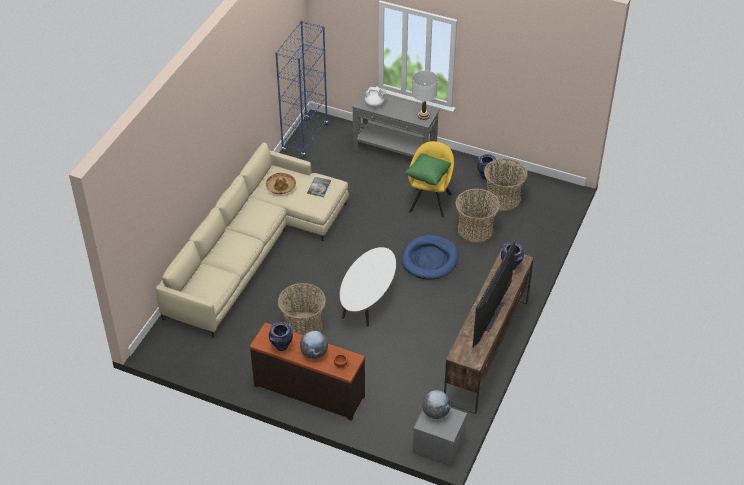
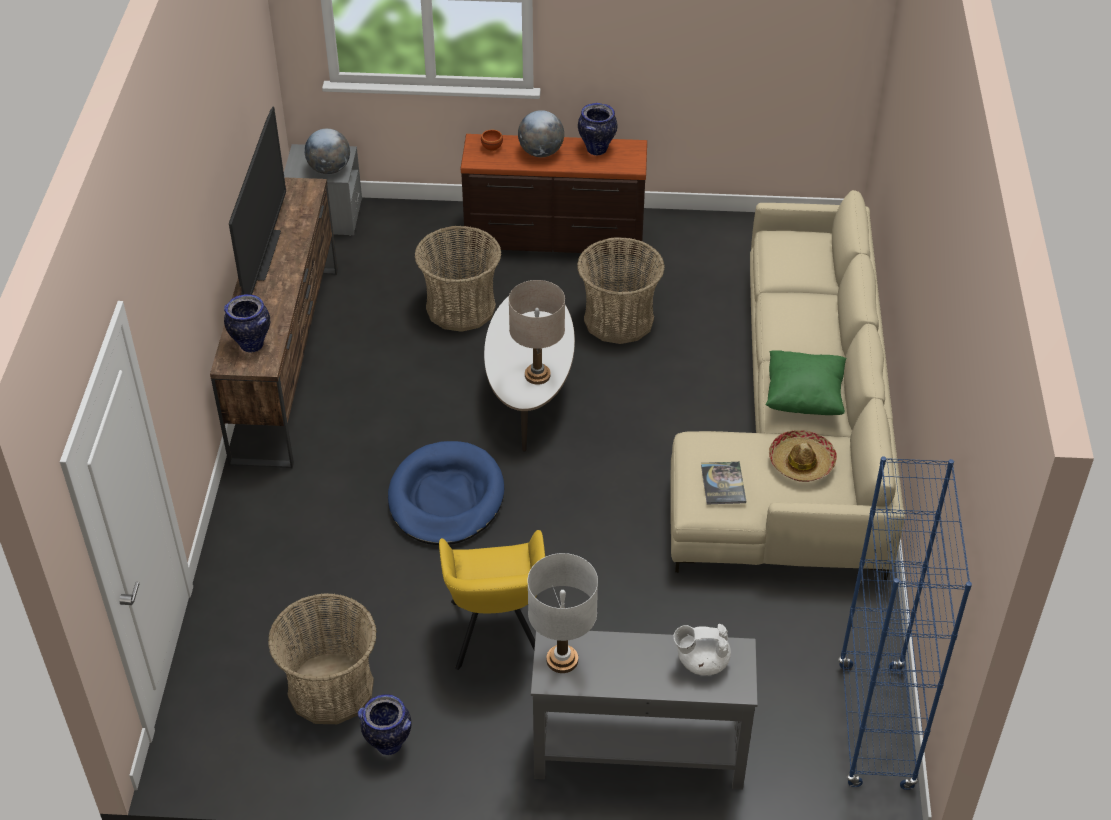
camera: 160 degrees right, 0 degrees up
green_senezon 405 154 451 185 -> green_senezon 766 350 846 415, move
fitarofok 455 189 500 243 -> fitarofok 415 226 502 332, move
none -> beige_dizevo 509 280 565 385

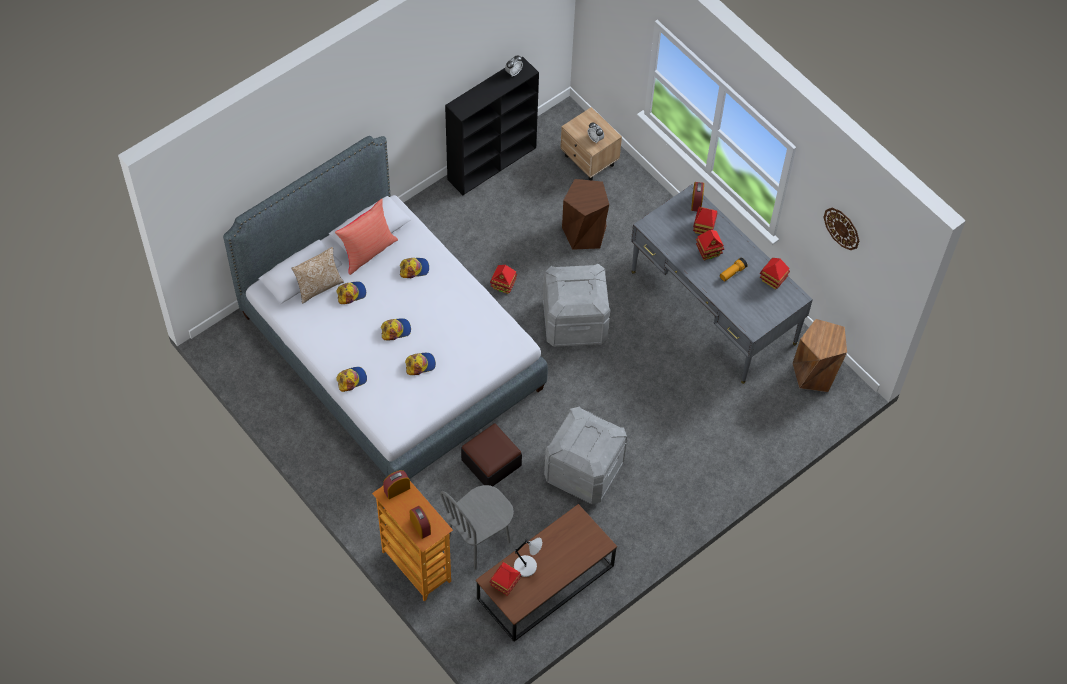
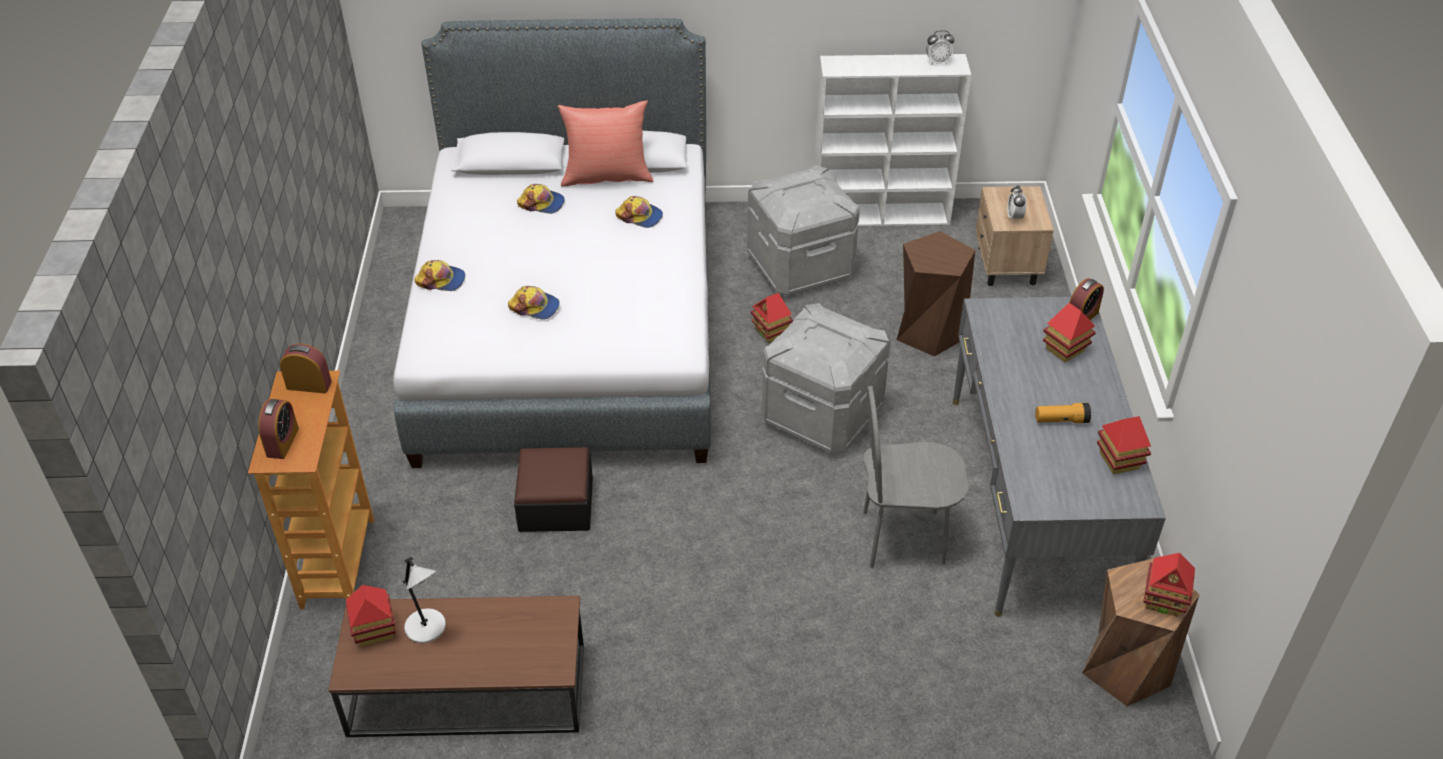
camera: 40 degrees right, 15 degrees down
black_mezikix 445 57 539 195 -> white_mezikix 814 54 971 226
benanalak 823 208 859 250 -> none
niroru 696 230 724 260 -> niroru 1143 553 1195 617, move
senezon 291 247 344 303 -> none
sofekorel 381 318 411 340 -> none
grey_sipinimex 544 407 627 504 -> grey_sipinimex 747 166 860 296, move
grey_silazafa 440 485 514 570 -> grey_silazafa 863 386 969 568, move

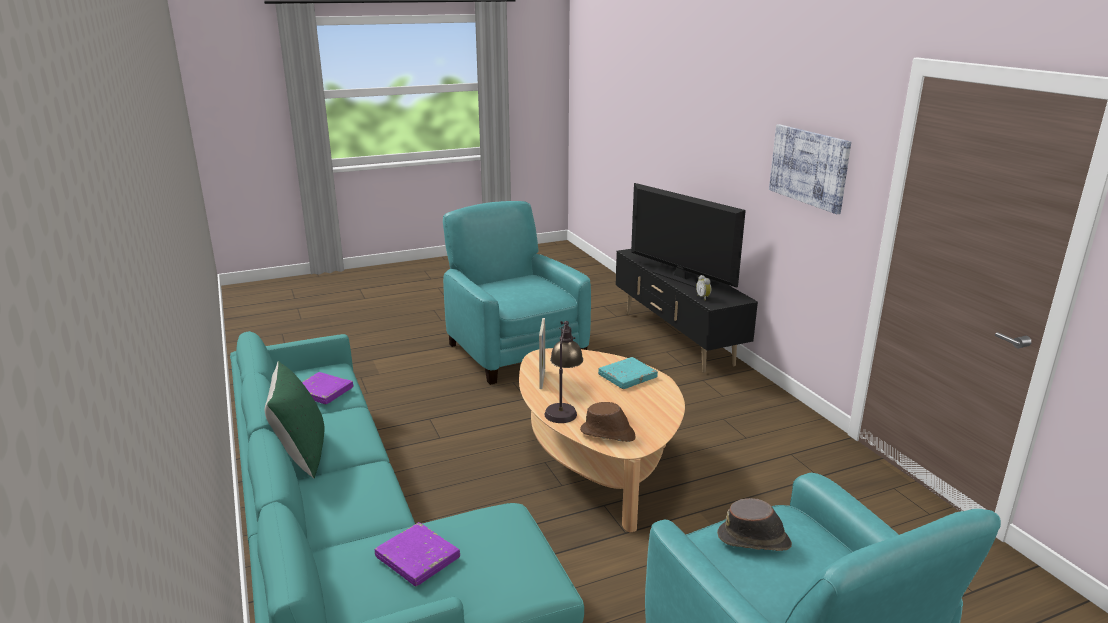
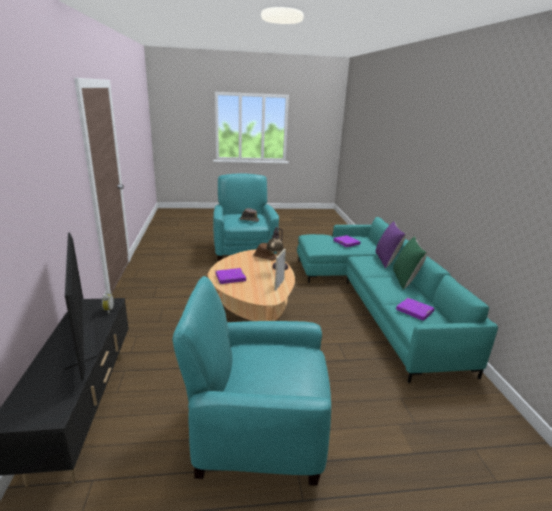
camera: 165 degrees left, 0 degrees up
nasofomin 769 124 851 214 -> none
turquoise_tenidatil 443 201 591 385 -> turquoise_tenidatil 172 276 331 486, 105 degrees clockwise
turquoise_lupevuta 598 357 658 389 -> purple_lupevuta 216 268 246 284
none -> purple_senezon 376 221 406 269

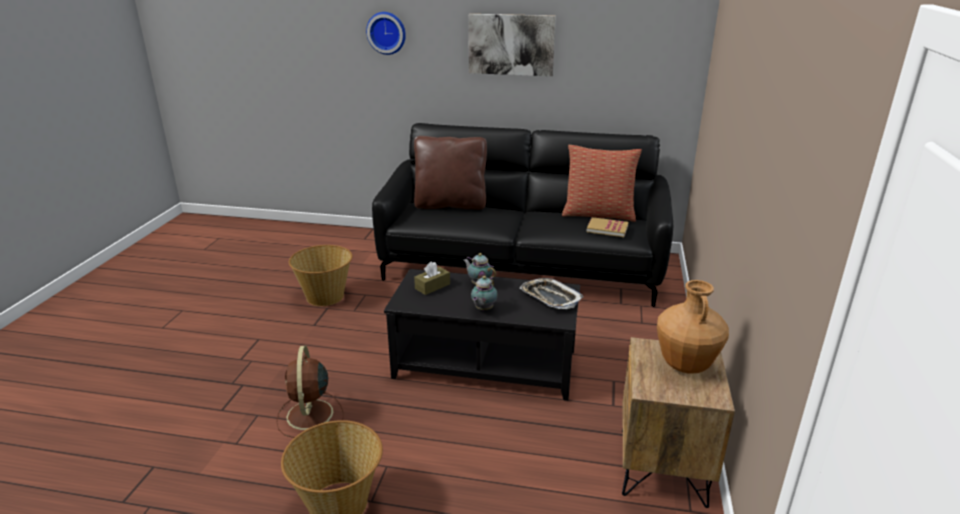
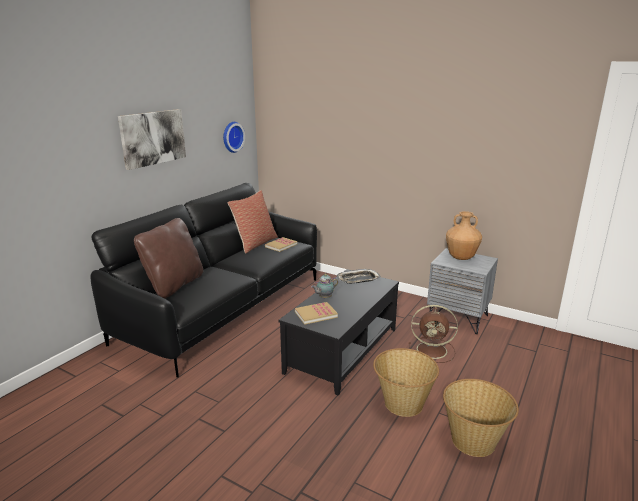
camera: 70 degrees left, 5 degrees down
benanalak 366 12 406 55 -> benanalak 223 122 245 153, move
fitarofok 289 245 353 306 -> fitarofok 373 348 439 417, move
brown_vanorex 414 261 450 295 -> lupevuta 295 302 338 325
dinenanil 471 276 498 311 -> none
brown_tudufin 622 337 735 508 -> grey_tudufin 427 248 498 334
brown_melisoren 276 346 344 438 -> brown_melisoren 409 305 458 363, move

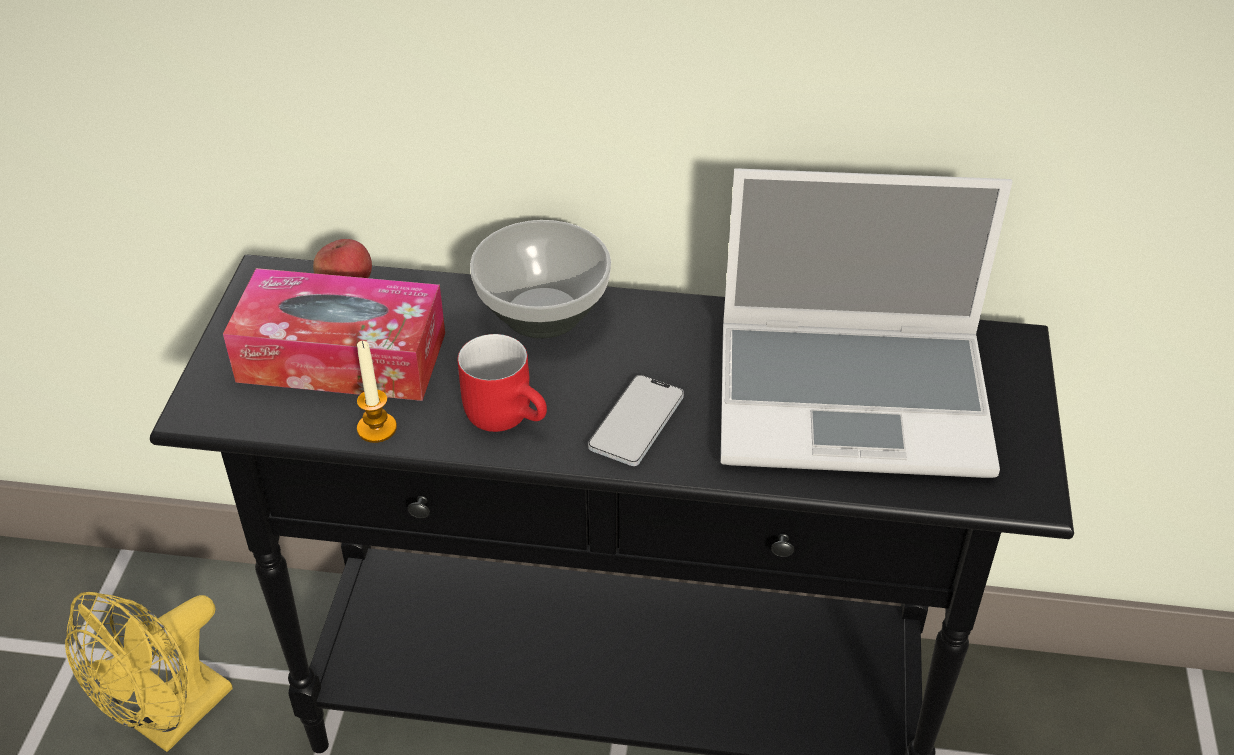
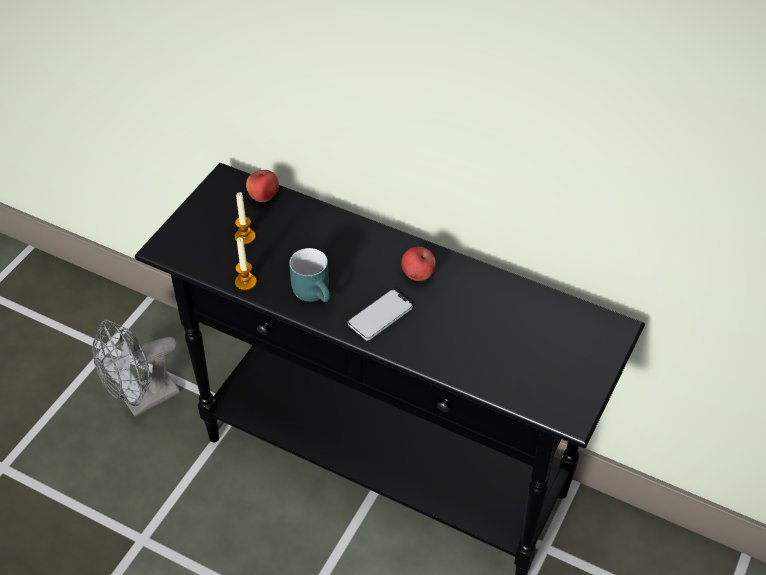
camera: 20 degrees right, 5 degrees up
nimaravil 721 168 1013 478 -> none
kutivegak 470 220 611 338 -> none
vanorex 223 268 445 401 -> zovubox 235 192 256 245
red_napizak 458 334 547 432 -> turquoise_napizak 289 248 330 302
yellow_melisoren 65 592 233 752 -> grey_melisoren 92 319 180 417
none -> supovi 401 247 436 281

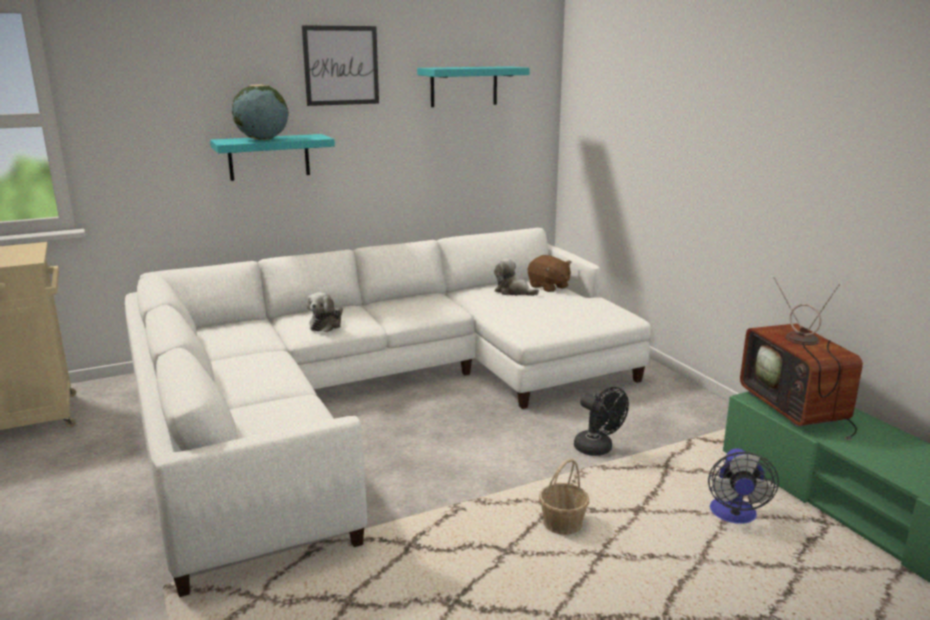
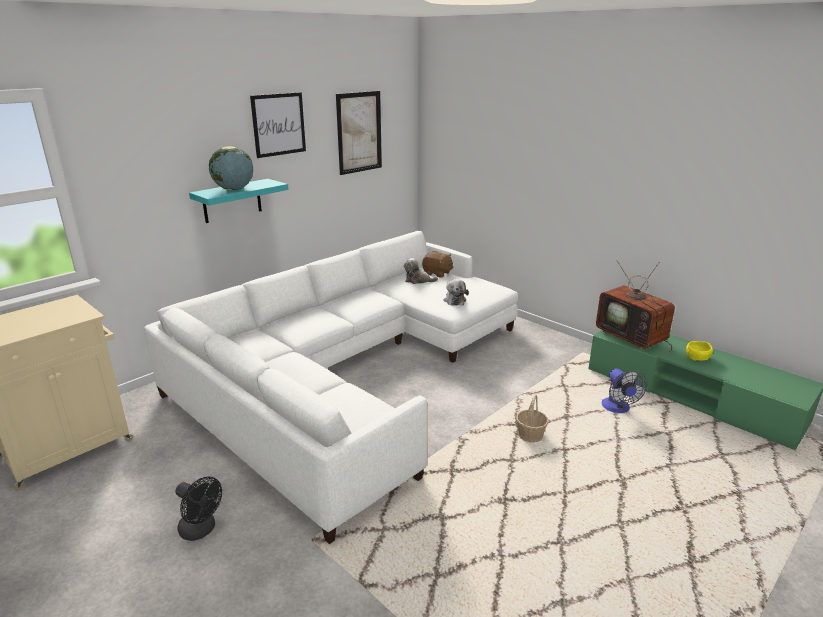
camera: 20 degrees left, 5 degrees up
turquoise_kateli 417 66 530 107 -> nasofomin 336 91 382 175
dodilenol 306 292 343 332 -> dodilenol 443 279 469 306, move
black_melisoren 574 387 629 456 -> black_melisoren 176 476 222 541, move
none -> yellow_kutivegak 686 341 713 361

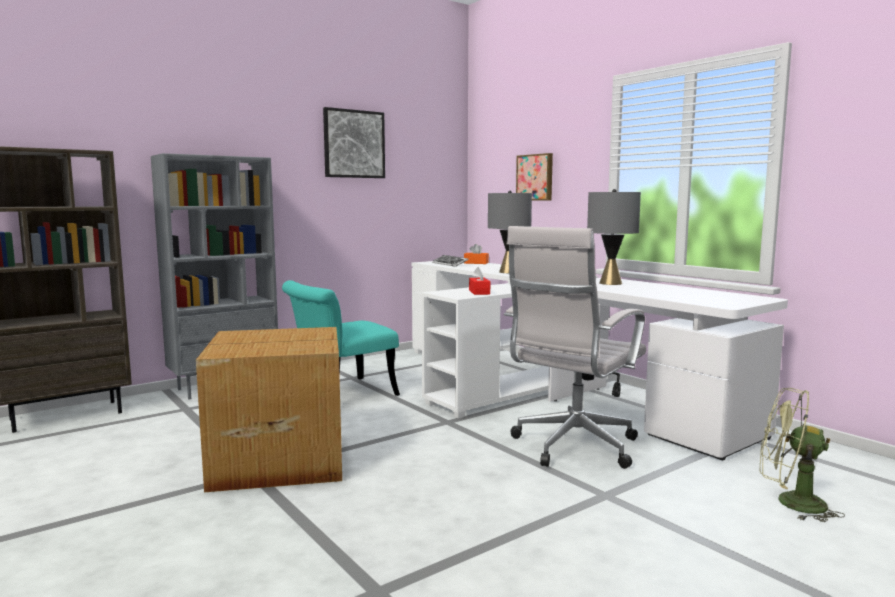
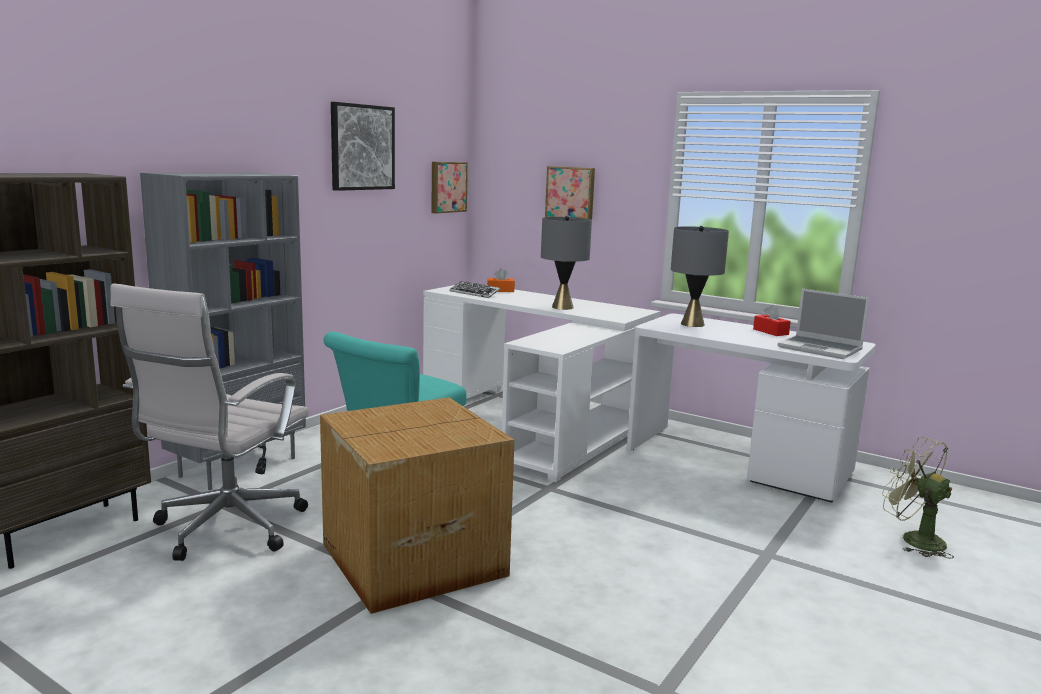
camera: 20 degrees left, 5 degrees up
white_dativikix 504 226 646 469 -> white_dativikix 110 284 309 561, move
red_vanorex 469 267 490 295 -> red_vanorex 753 305 791 336, move
green_melisoren 760 388 845 522 -> green_melisoren 882 437 954 559, 45 degrees clockwise
none -> nasofomin 431 162 468 214
none -> nimaravil 778 289 869 359

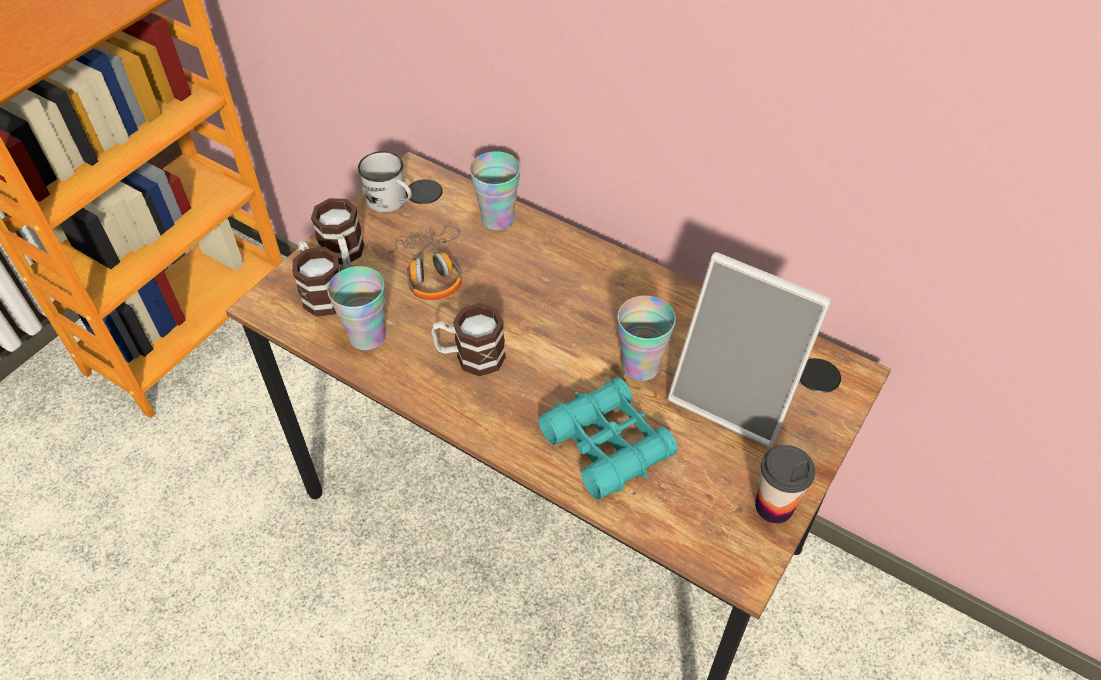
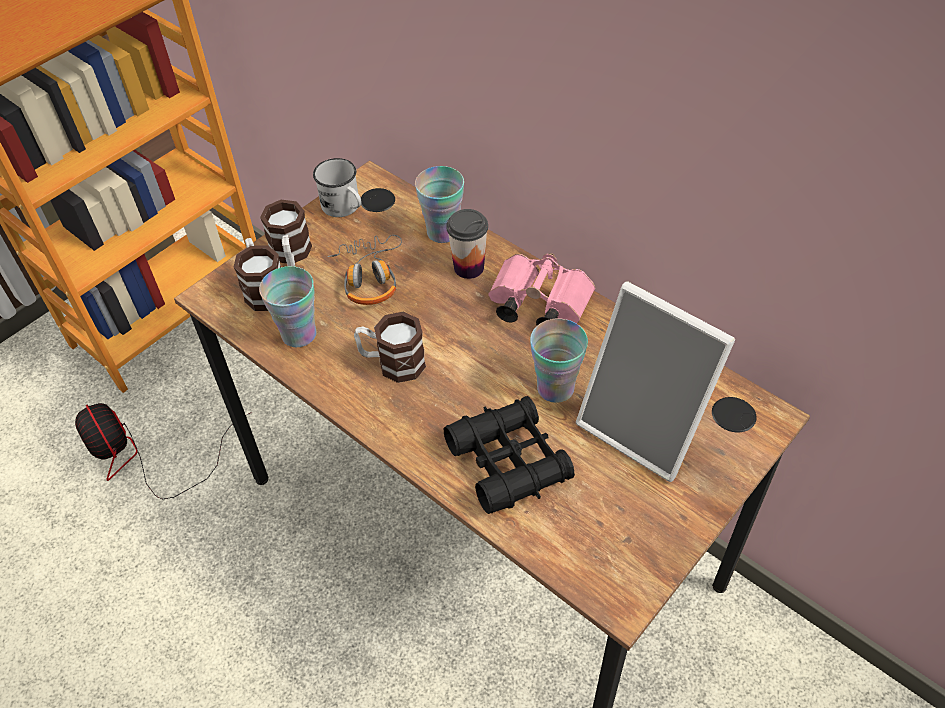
camera: 10 degrees right, 0 degrees up
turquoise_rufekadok 539 377 678 499 -> black_rufekadok 444 396 575 514
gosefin 755 445 815 524 -> gosefin 446 209 488 279, move
none -> pink_rufekadok 488 253 595 325
none -> melisoren 75 403 251 499

